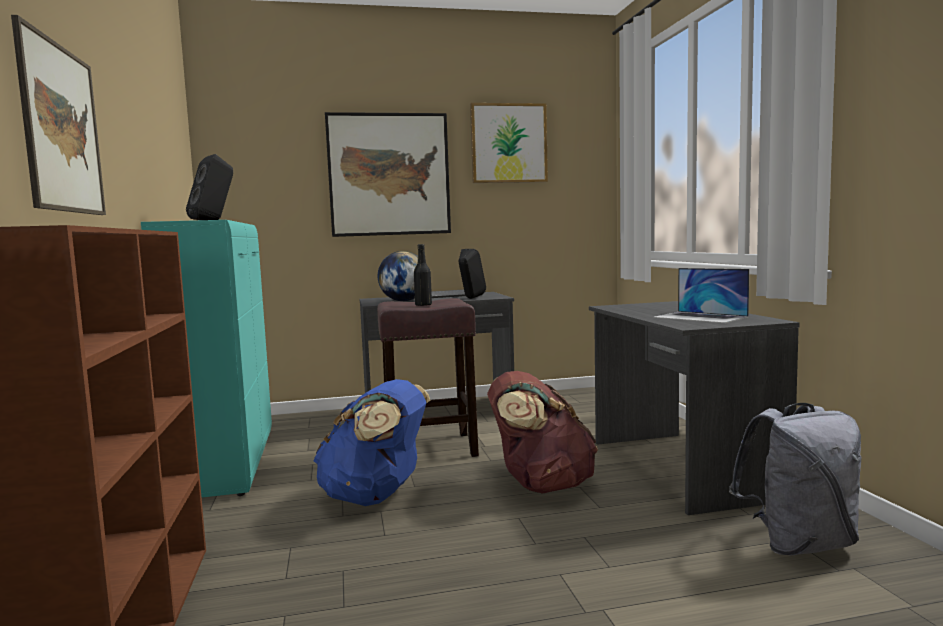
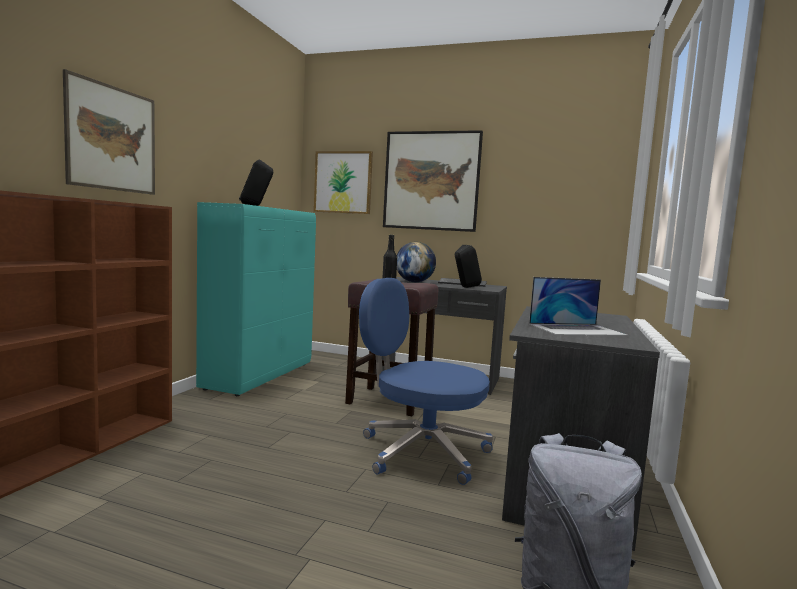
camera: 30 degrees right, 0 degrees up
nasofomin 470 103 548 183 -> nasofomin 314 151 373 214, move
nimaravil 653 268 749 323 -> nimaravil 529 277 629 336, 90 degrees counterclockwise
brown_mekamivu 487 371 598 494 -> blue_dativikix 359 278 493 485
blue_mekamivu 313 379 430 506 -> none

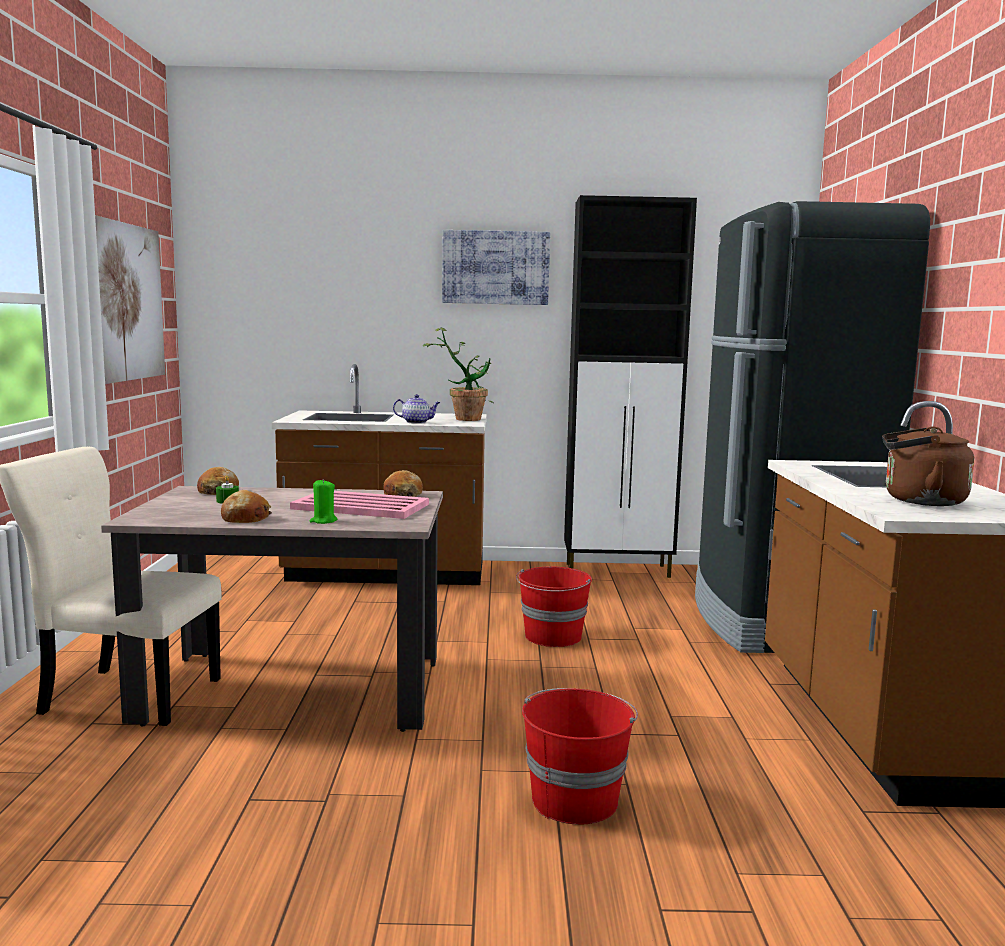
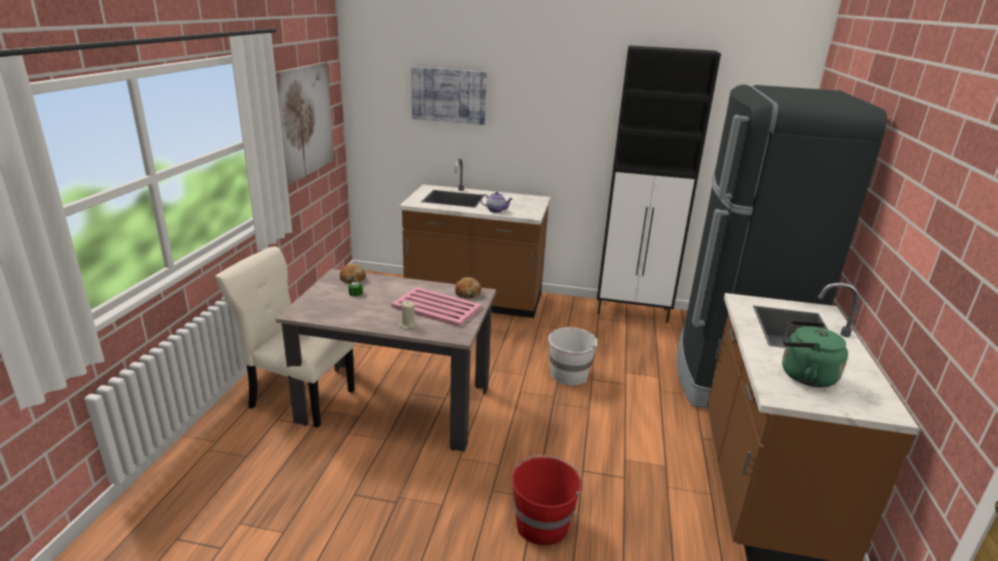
camera: 10 degrees right, 15 degrees up
nasofomin 442 230 550 305 -> nasofomin 411 67 487 125, move
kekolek 423 327 494 421 -> none
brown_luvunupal 882 426 974 506 -> green_luvunupal 782 321 848 388
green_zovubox 309 479 337 524 -> beige_zovubox 399 301 417 329
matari 221 490 272 523 -> none
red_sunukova 516 567 592 647 -> white_sunukova 546 327 598 385

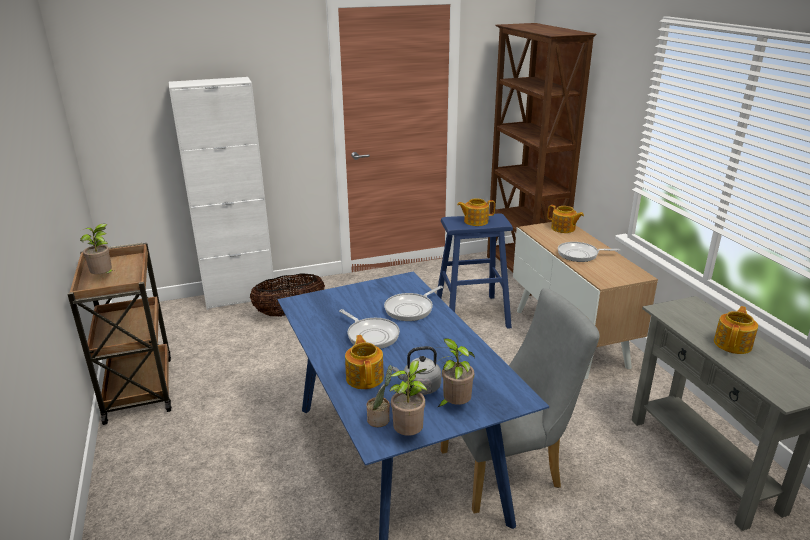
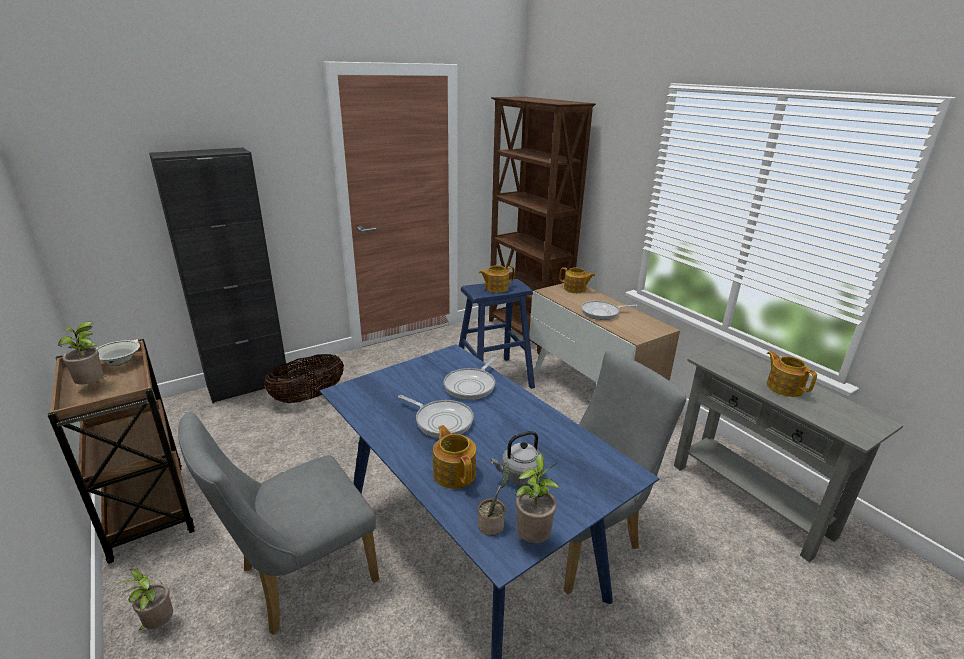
camera: 15 degrees left, 0 degrees up
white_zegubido 169 77 274 310 -> black_zegubido 149 147 286 403
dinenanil 714 306 758 354 -> dinenanil 767 351 817 397, 45 degrees counterclockwise
kekolek 438 338 475 407 -> kekolek 116 569 173 631, move
none -> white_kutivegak 96 340 140 366
none -> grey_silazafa 178 412 379 635

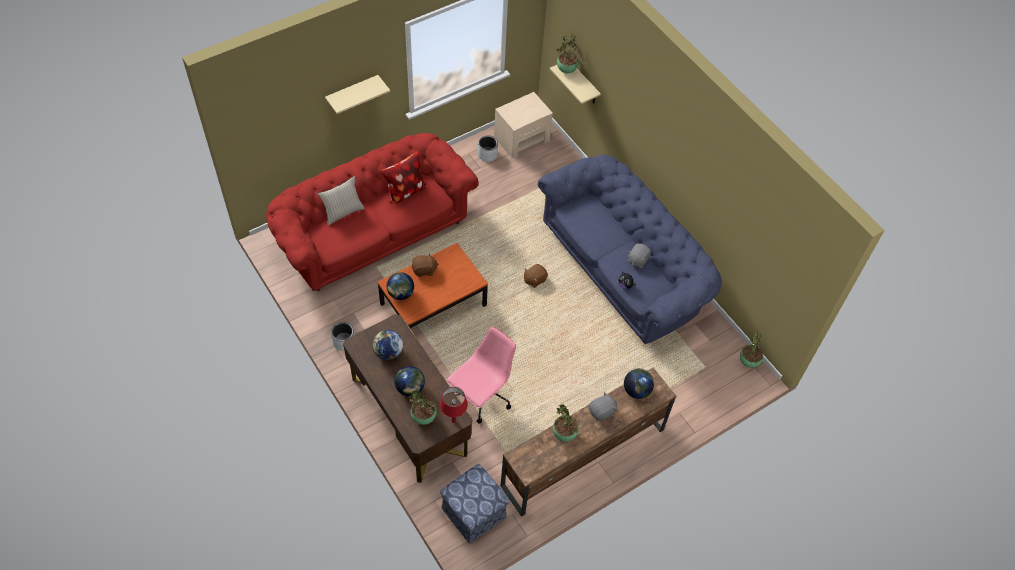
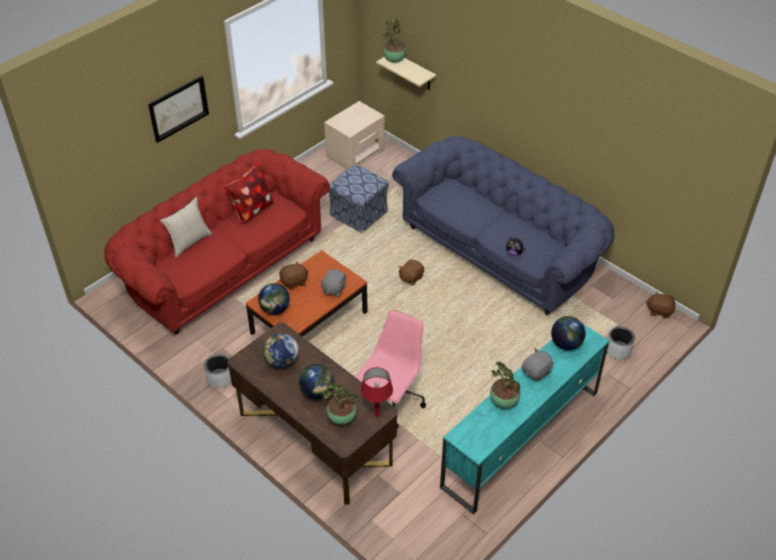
camera: 10 degrees left, 10 degrees down
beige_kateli 325 75 390 114 -> nasofomin 148 76 209 143
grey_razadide 478 135 498 162 -> grey_razadide 607 327 635 360, move
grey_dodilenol 628 243 651 268 -> grey_dodilenol 320 269 346 297, move
kekolek 740 332 763 368 -> brown_dodilenol 646 291 676 318
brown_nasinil 501 368 676 517 -> turquoise_nasinil 440 323 610 515
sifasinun 440 464 510 544 -> sifasinun 329 165 389 233, move

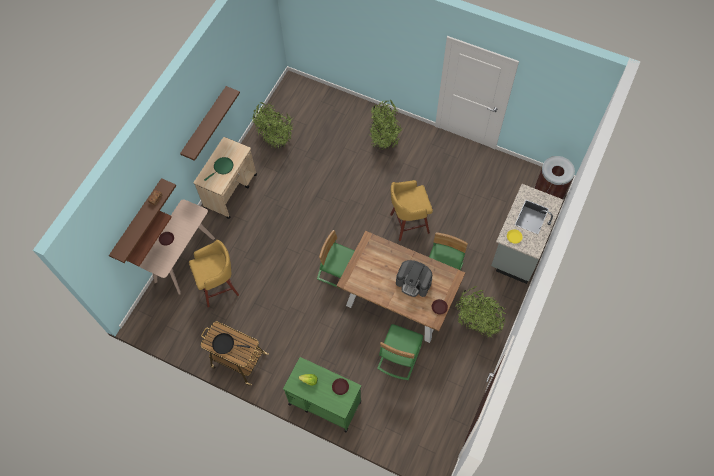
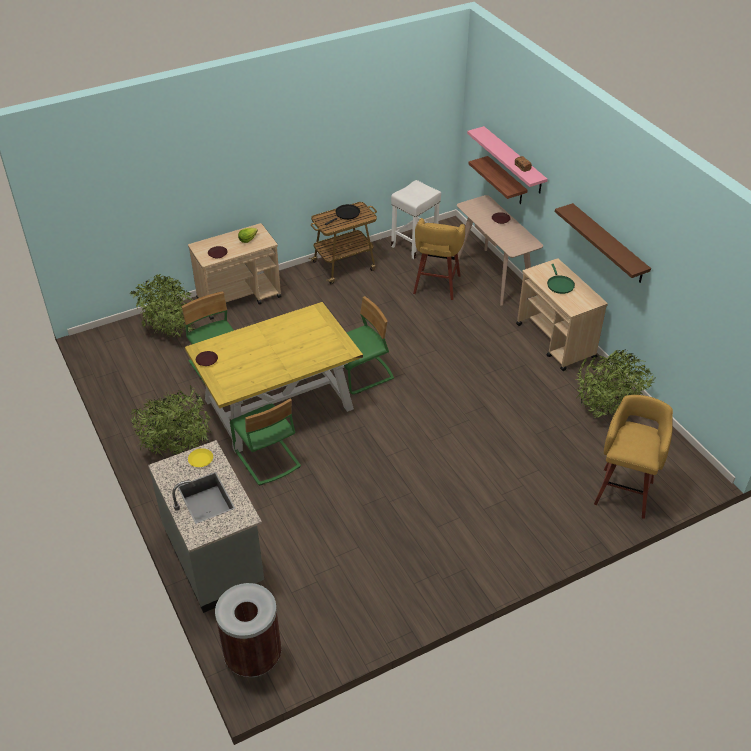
camera: 125 degrees right, 20 degrees down
kekolek 369 101 403 150 -> kekolek 130 274 195 339, move
brown_kateli 109 178 176 263 -> pink_kateli 467 126 547 194
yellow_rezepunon 390 180 433 241 -> yellow_rezepunon 594 395 673 519, move
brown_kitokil 337 231 465 343 -> yellow_kitokil 185 302 363 453
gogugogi 396 260 432 297 -> none
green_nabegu 283 357 361 432 -> beige_nabegu 188 223 282 320
none -> white_rezepunon 391 180 441 259

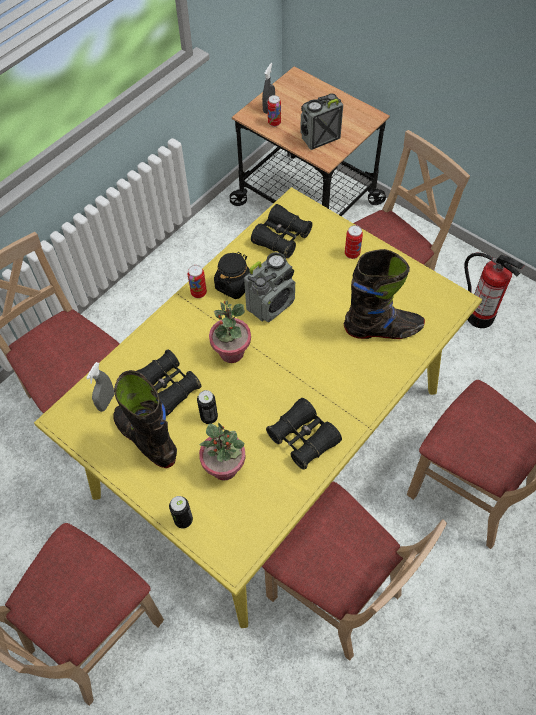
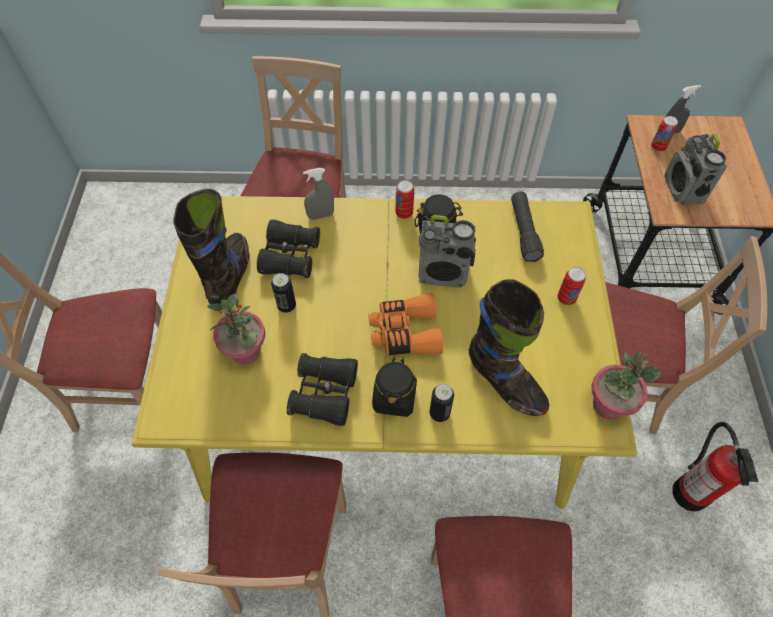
camera: 50 degrees right, 0 degrees up
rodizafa 300 93 343 150 -> rodizafa 665 134 727 205, 120 degrees counterclockwise
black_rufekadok 251 204 313 258 -> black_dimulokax 511 191 544 262
kekolek 209 300 251 363 -> kekolek 591 350 661 420, move
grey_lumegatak 86 362 114 412 -> grey_lumegatak 303 168 334 220, move
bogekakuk 169 496 193 528 -> bogekakuk 430 384 454 422, move
none -> orange_rufekadok 369 293 443 355
none -> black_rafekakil 372 358 417 417

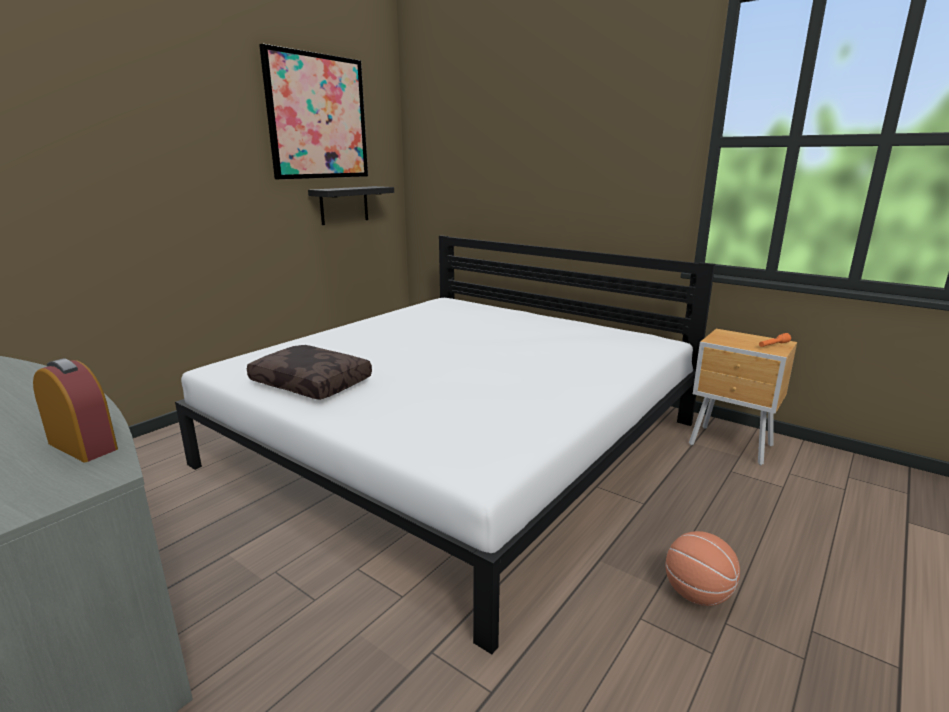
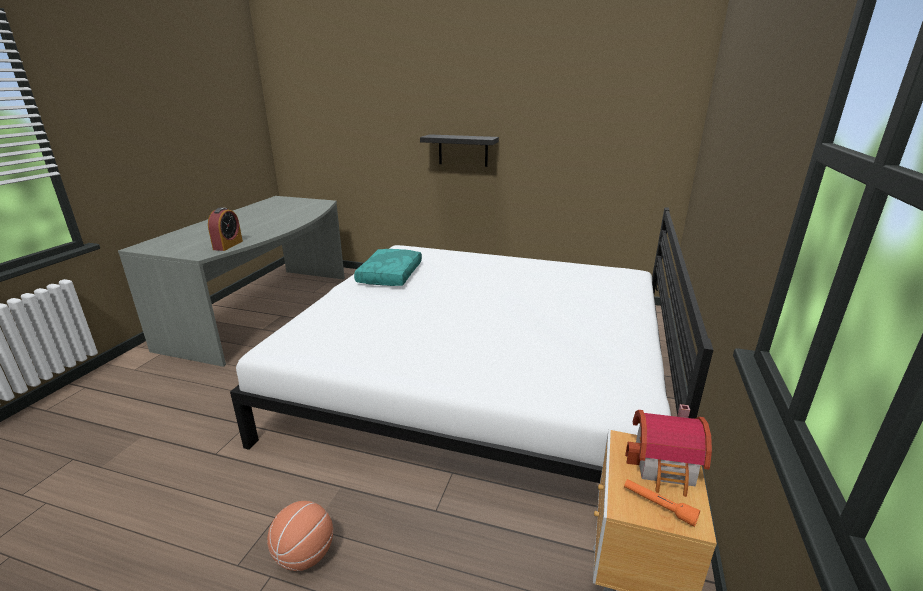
camera: 70 degrees right, 5 degrees up
nasofomin 259 44 368 179 -> none
black_kateli 308 186 394 225 -> black_kateli 420 134 499 167, move
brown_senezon 247 345 372 400 -> turquoise_senezon 354 249 422 286
none -> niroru 625 404 712 497

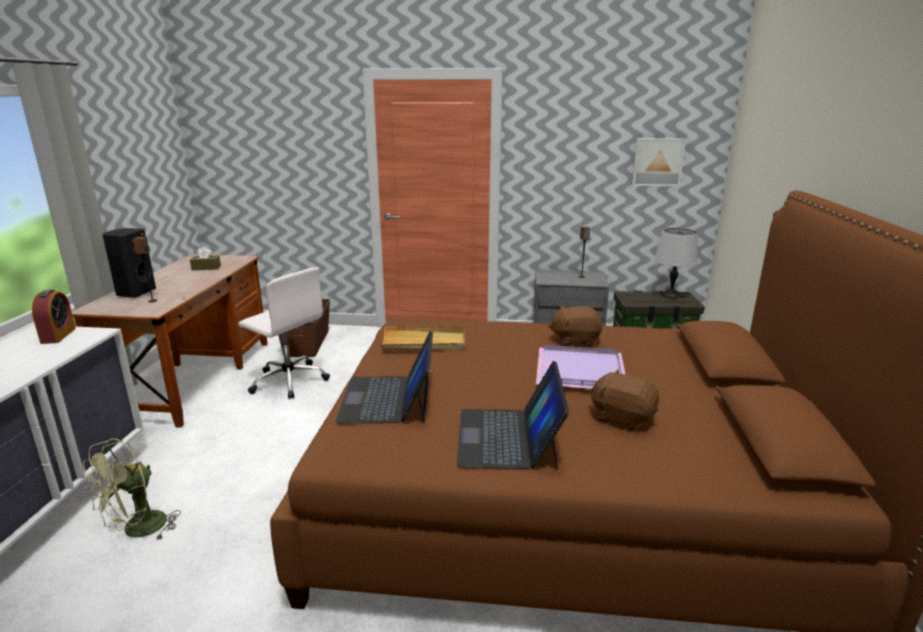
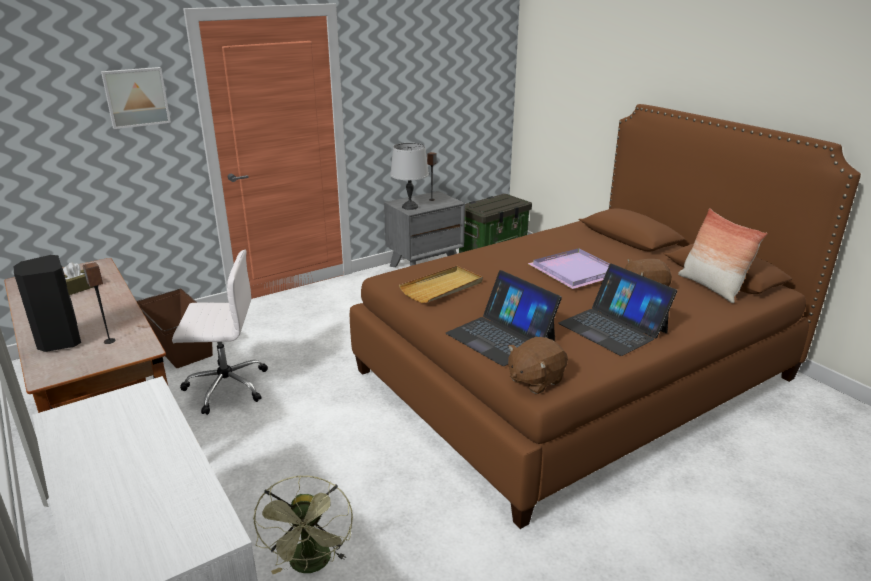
camera: 40 degrees left, 5 degrees up
nasofomin 632 138 686 186 -> nasofomin 101 67 171 129, move
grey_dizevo 654 228 698 298 -> grey_dizevo 390 143 429 210, move
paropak 32 289 76 344 -> none
brown_dodilenol 548 306 602 347 -> brown_dodilenol 508 337 568 394, move
none -> senezon 678 208 767 303

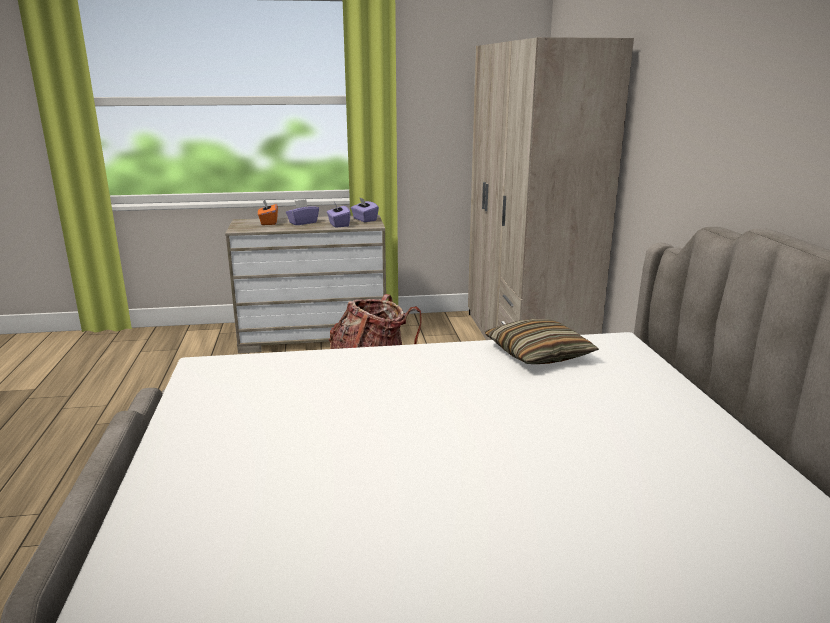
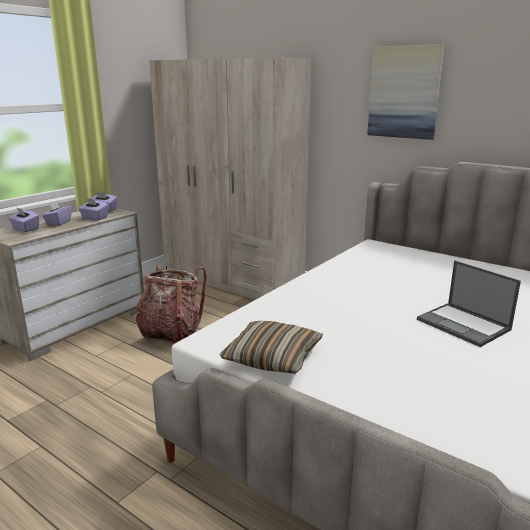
camera: 45 degrees left, 0 degrees up
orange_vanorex 258 200 278 225 -> purple_vanorex 8 207 39 232
senezon 485 319 599 364 -> senezon 220 321 323 374, move
none -> nasofomin 367 44 445 140
none -> nimaravil 417 260 521 347

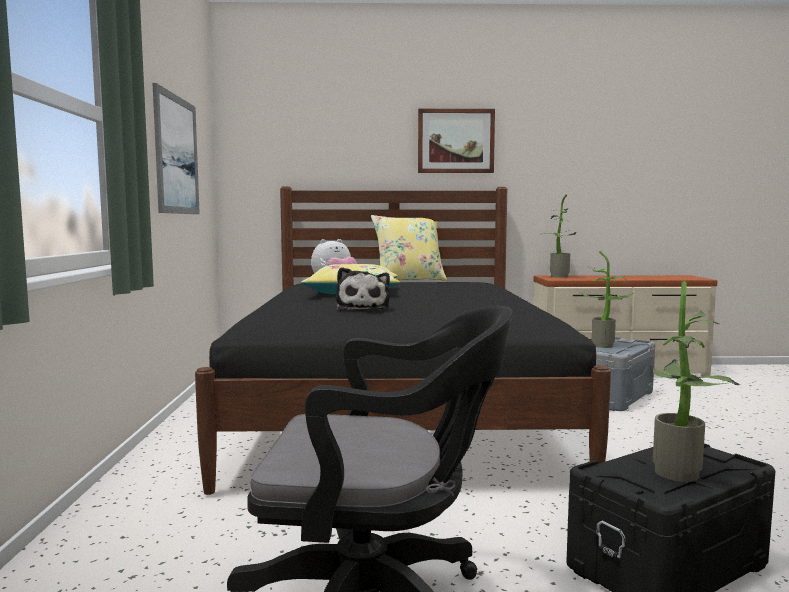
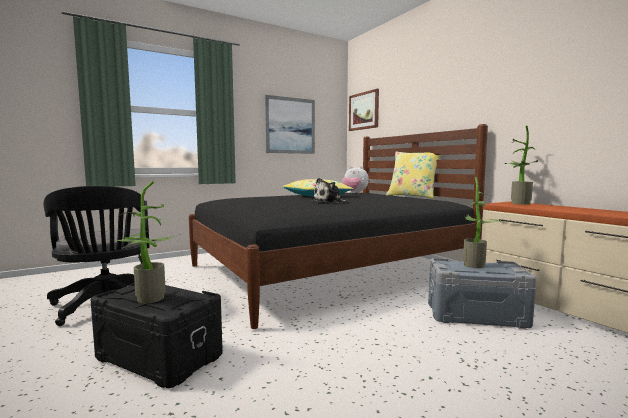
camera: 60 degrees right, 0 degrees up
nasofomin 418 109 495 173 -> nasofomin 349 89 379 131, move
dodilenol 336 267 390 310 -> dodilenol 312 178 346 203, move

